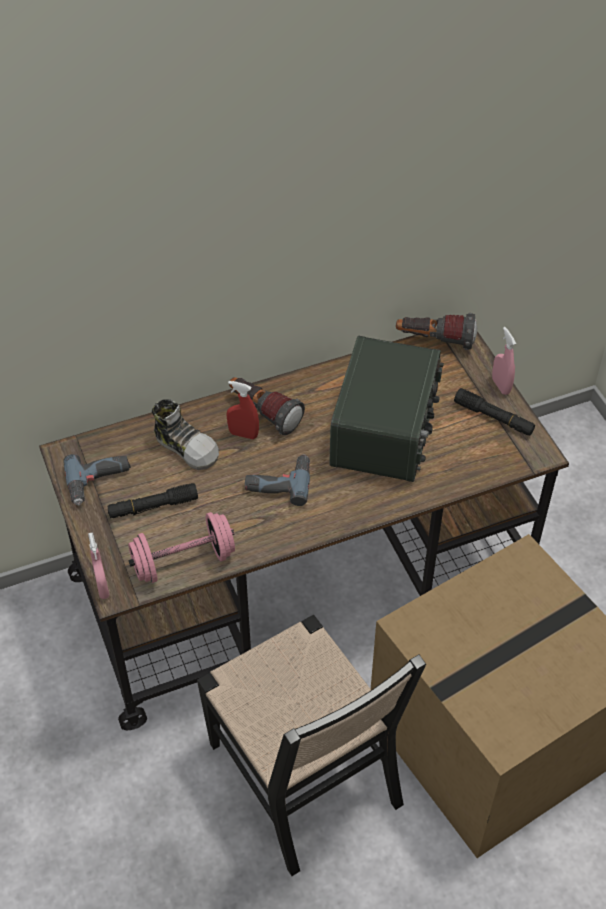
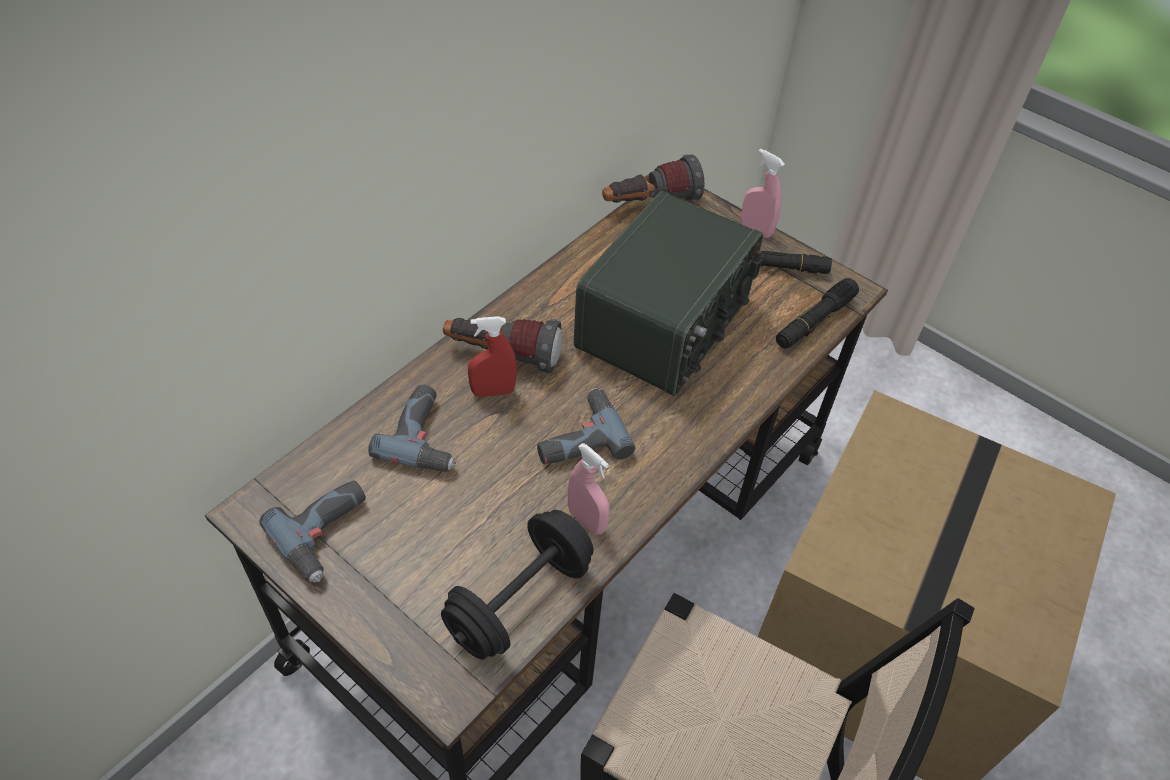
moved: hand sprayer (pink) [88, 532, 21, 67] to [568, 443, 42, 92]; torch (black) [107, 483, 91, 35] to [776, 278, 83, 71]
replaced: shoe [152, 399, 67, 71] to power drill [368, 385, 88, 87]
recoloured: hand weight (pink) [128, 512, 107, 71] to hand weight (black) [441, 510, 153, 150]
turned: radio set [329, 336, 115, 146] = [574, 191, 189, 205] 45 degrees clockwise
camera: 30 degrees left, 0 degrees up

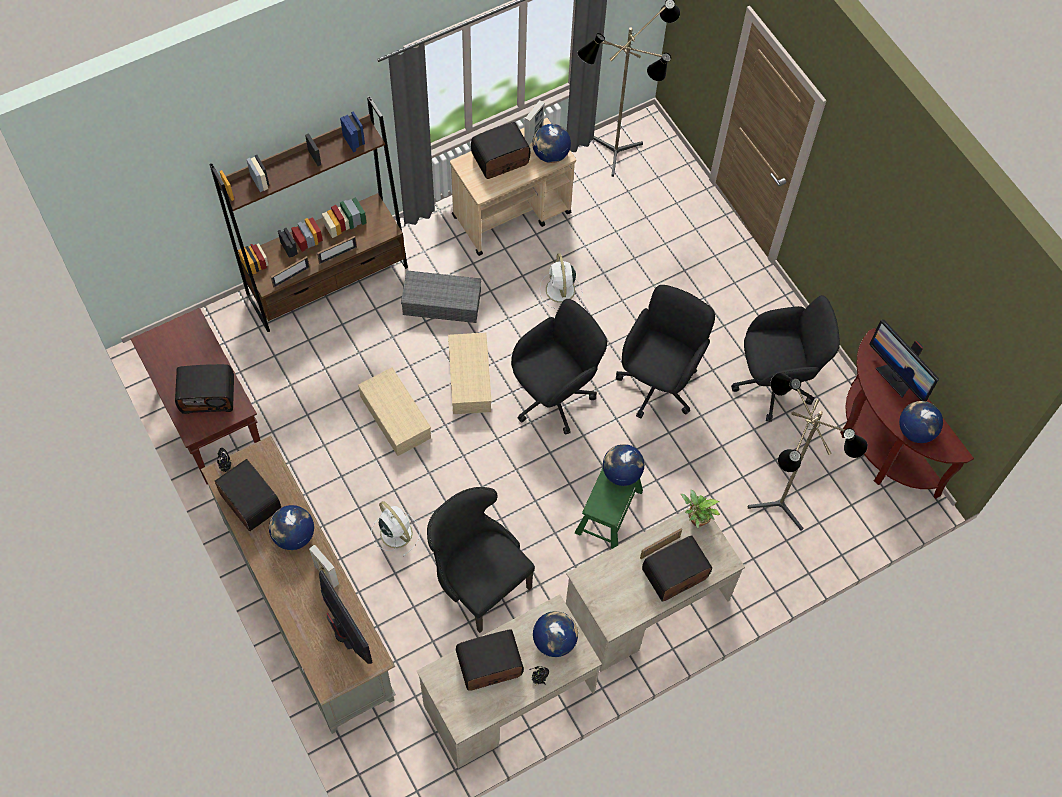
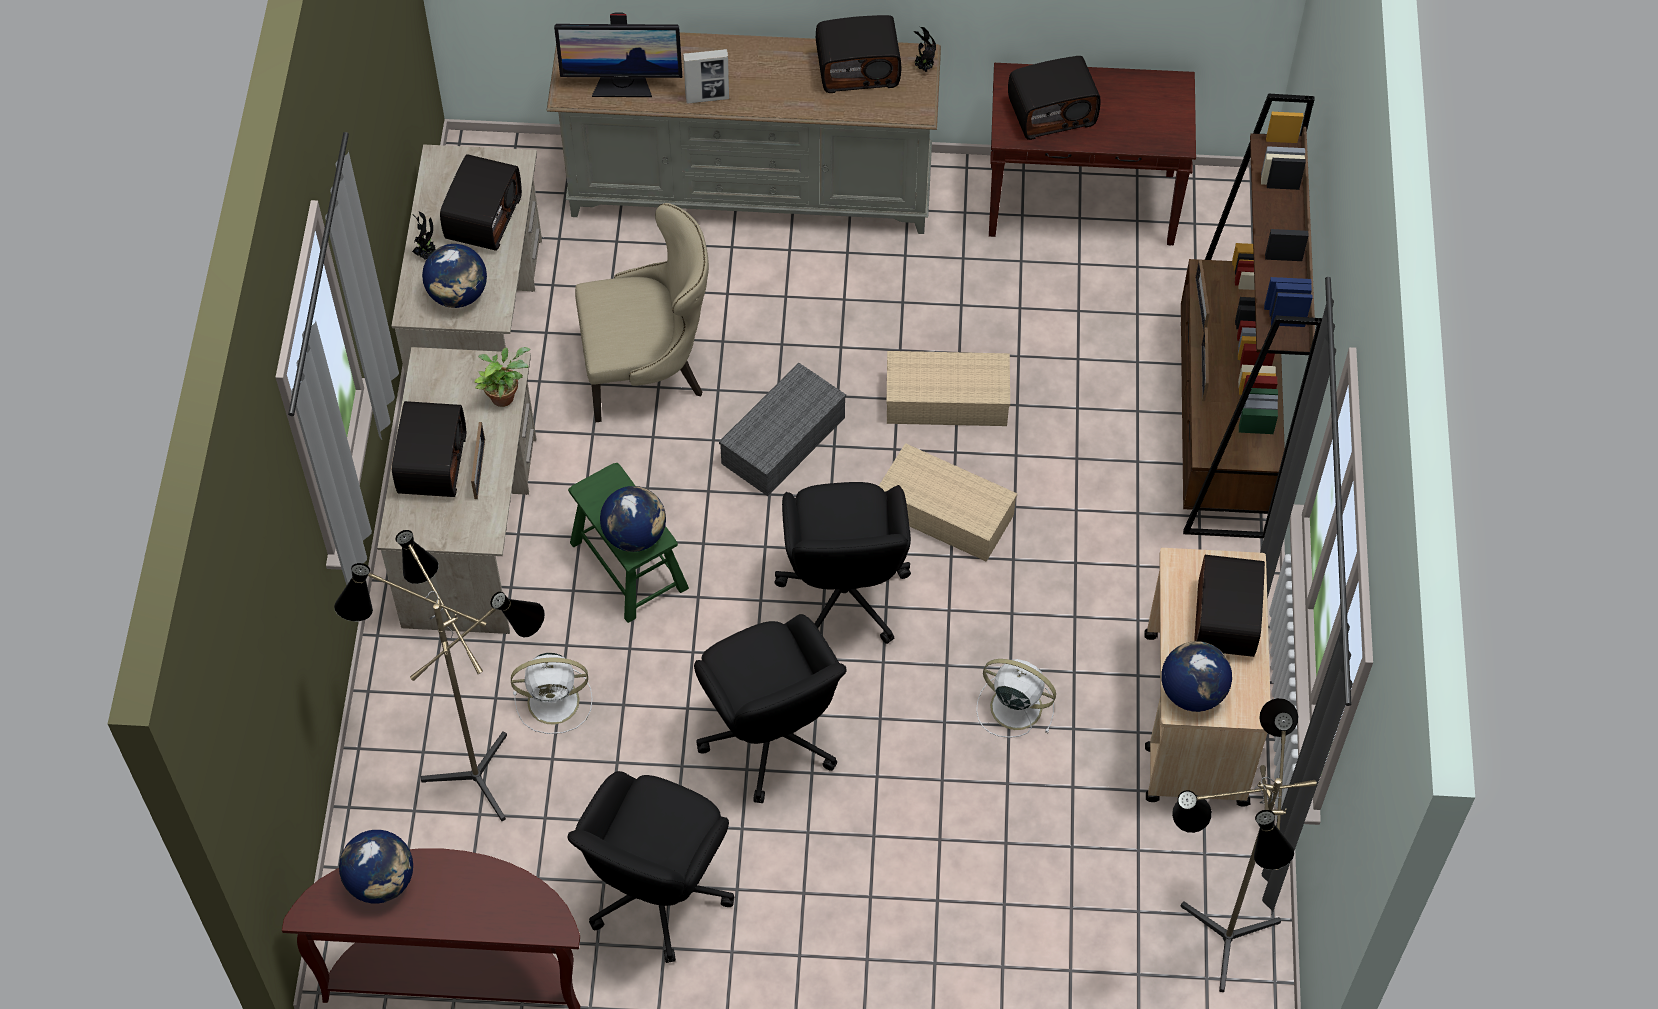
removed: desk globe [269, 505, 45, 45]; photo frame [524, 100, 20, 45]; computer screen [869, 319, 70, 82]
moved: fan (whitish) [371, 501, 49, 55] to [511, 653, 82, 81]; storage bin (gray) [401, 270, 80, 53] to [719, 362, 127, 134]; plant in a pot [681, 490, 39, 38] to [474, 347, 57, 60]
recoloured: plain chair (black) [427, 487, 108, 146] to plain chair (sand-coloured) [575, 203, 134, 220]
turned: radio set [175, 364, 59, 50] = [1008, 56, 92, 84] 135 degrees counterclockwise
camera: 125 degrees right, 5 degrees down

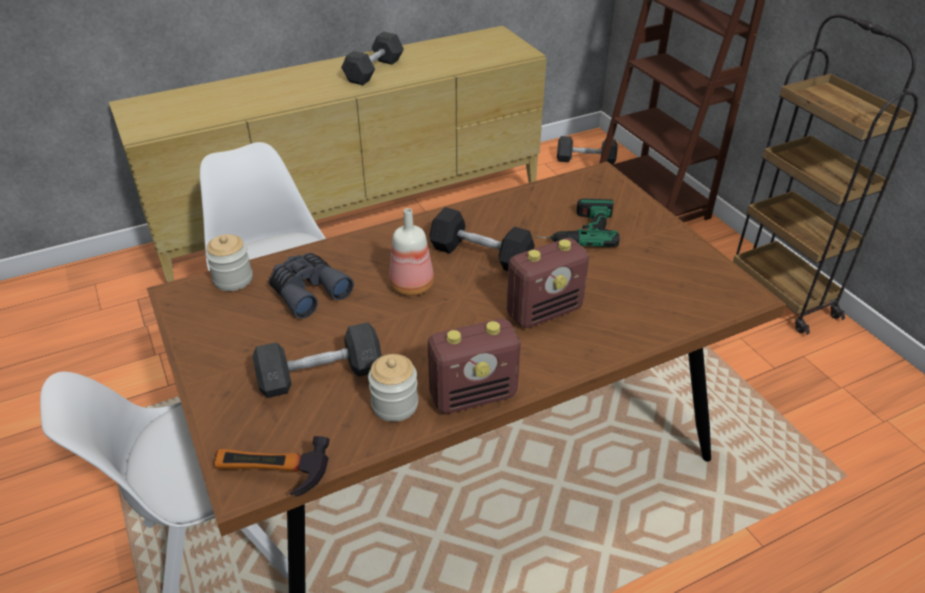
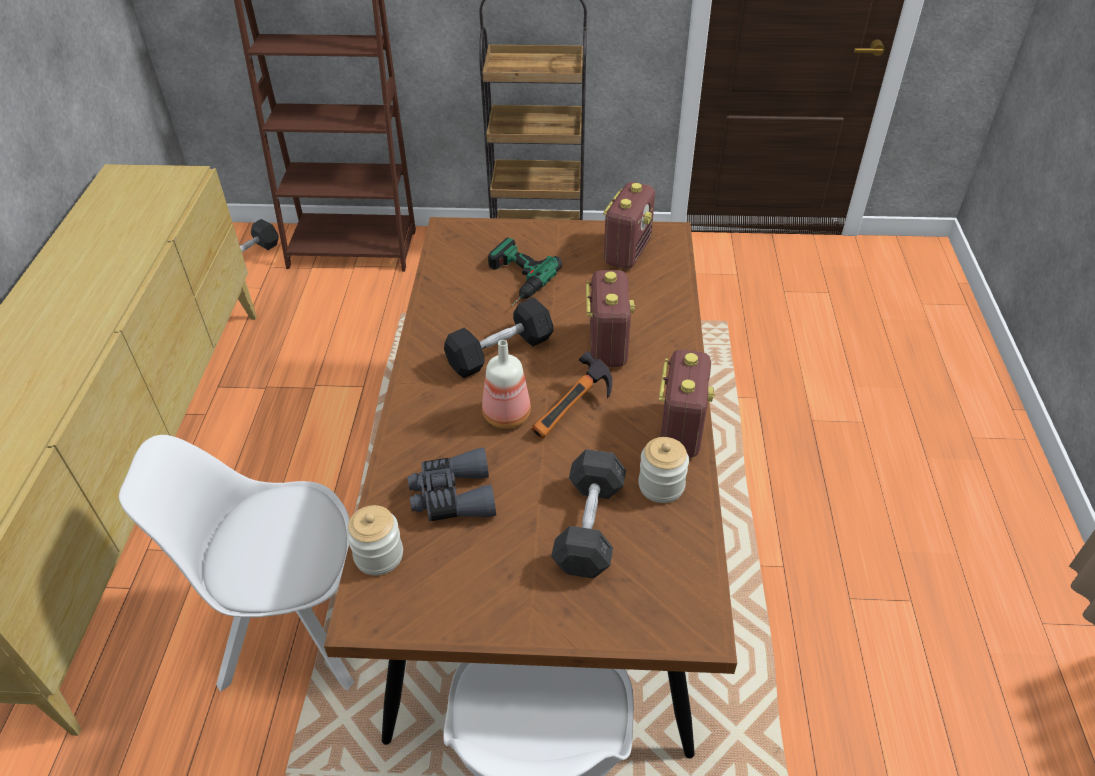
removed: hand weight (gray) [341, 32, 63, 53]
added: radio set [603, 182, 52, 87]
moved: hammer [214, 436, 116, 61] to [532, 351, 80, 88]
camera: 60 degrees left, 5 degrees up

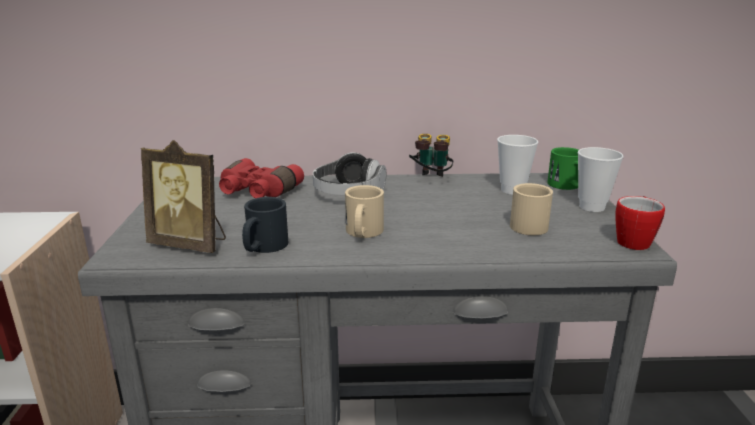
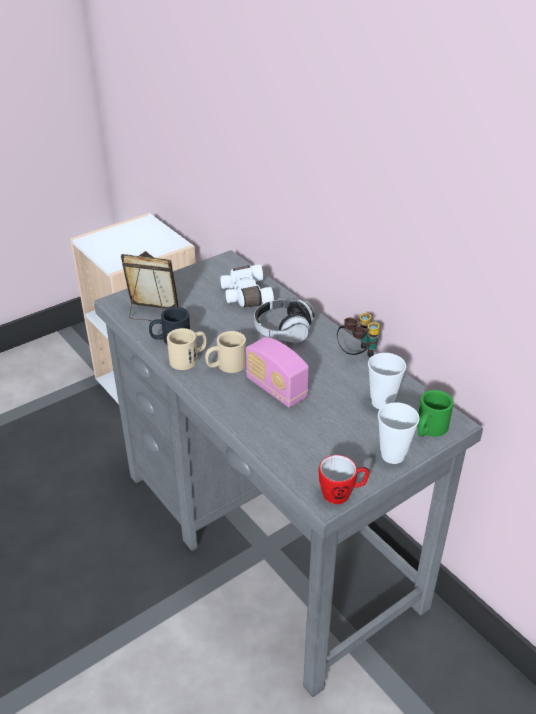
added: radio set [246, 337, 63, 71]
moved: mug (sand-coloured) [510, 183, 43, 52] to [167, 328, 40, 42]
recoloured: field glasses (red-coloured) [219, 158, 85, 40] to field glasses (whitish) [220, 265, 54, 42]
turned: photo frame [141, 140, 85, 113] = [121, 251, 57, 70] 120 degrees clockwise
camera: 55 degrees right, 15 degrees up

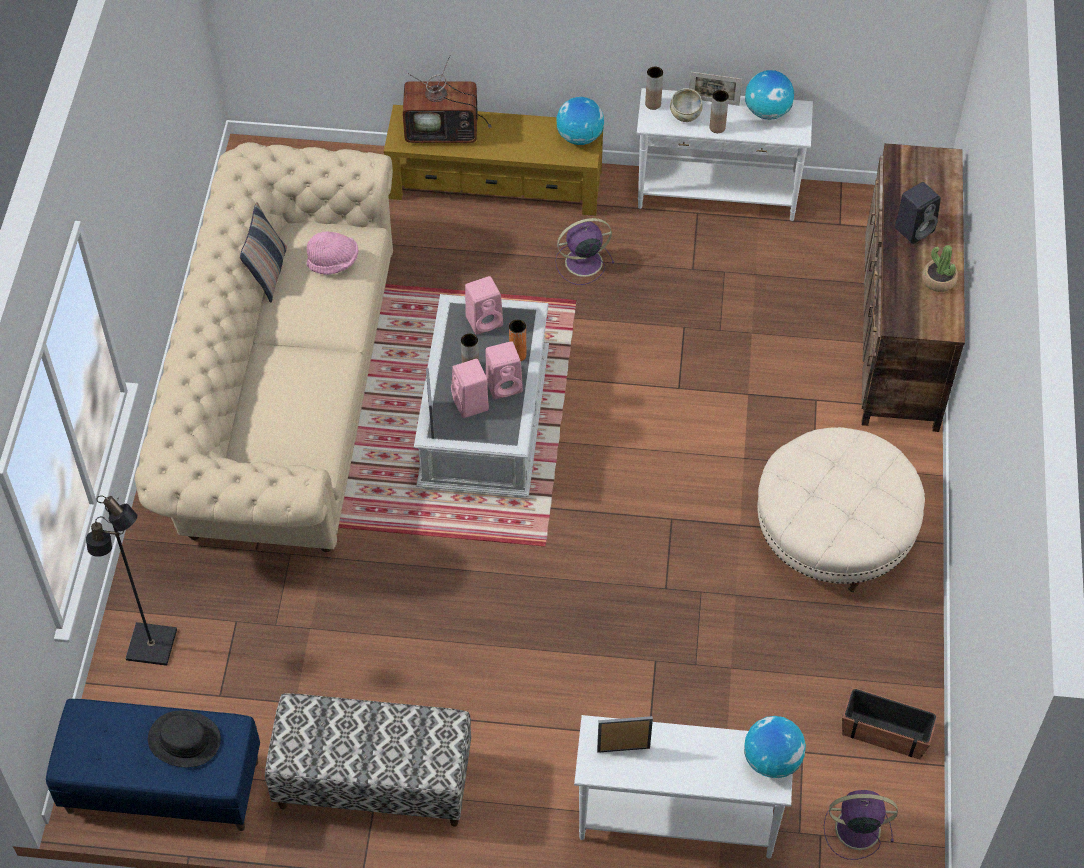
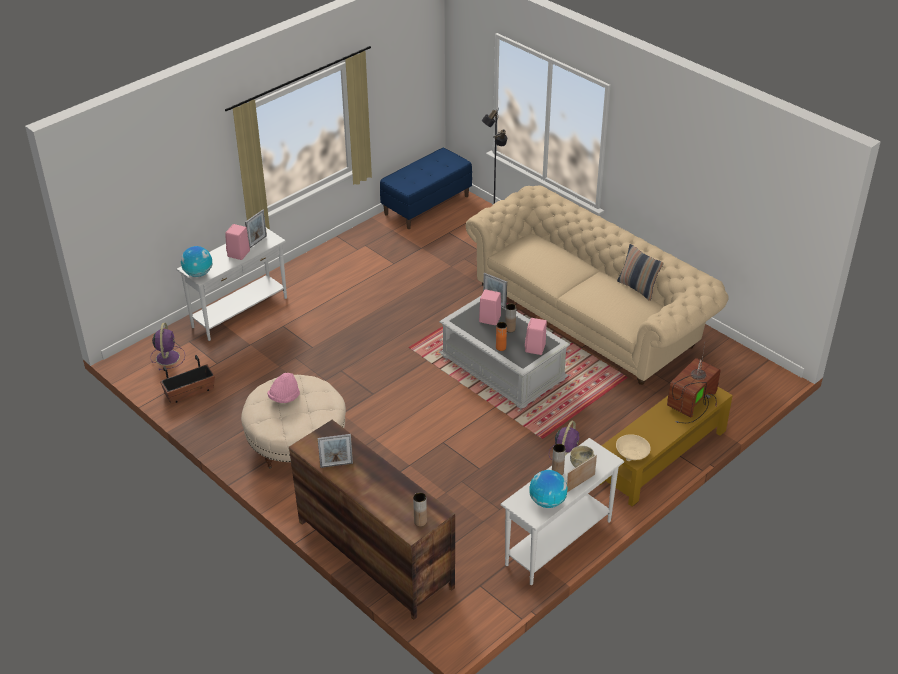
removed: wearable hat (black) [148, 710, 73, 57]; indoor bench [265, 693, 206, 133]; loudspeaker (black) [895, 182, 46, 62]
moved: wearable hat (pink) [307, 232, 52, 43] to [267, 373, 33, 30]; loudspeaker (pink) [486, 341, 37, 58] to [225, 224, 25, 36]; vase (brown) [645, 67, 18, 43] to [413, 493, 14, 34]
replaced: desk globe [556, 97, 48, 48] to serving bowl (sand-coloured) [616, 434, 35, 27]; plant in a pot [922, 245, 36, 47] to photo frame [318, 434, 35, 34]
turned: fan (purple-coloured) [824, 790, 74, 70] = [150, 323, 35, 47] 45 degrees counterclockwise
camera: 130 degrees right, 15 degrees down

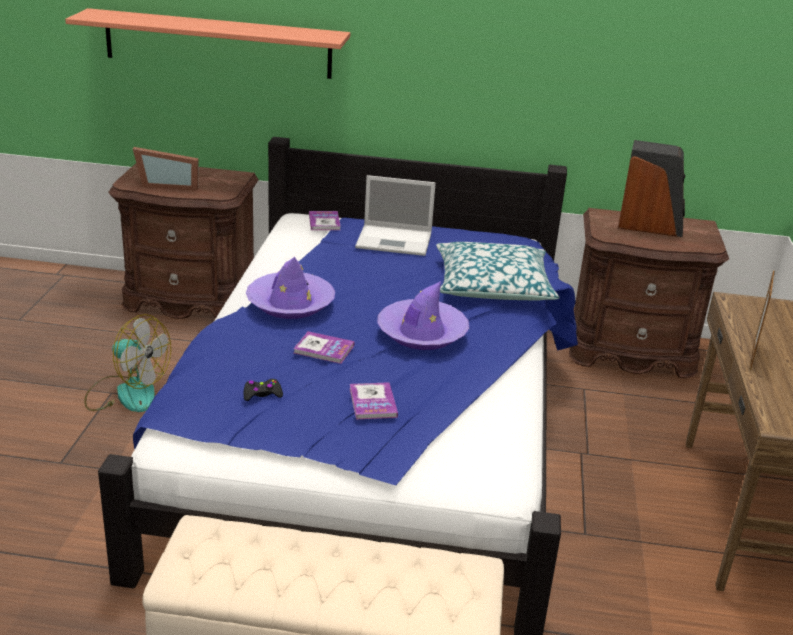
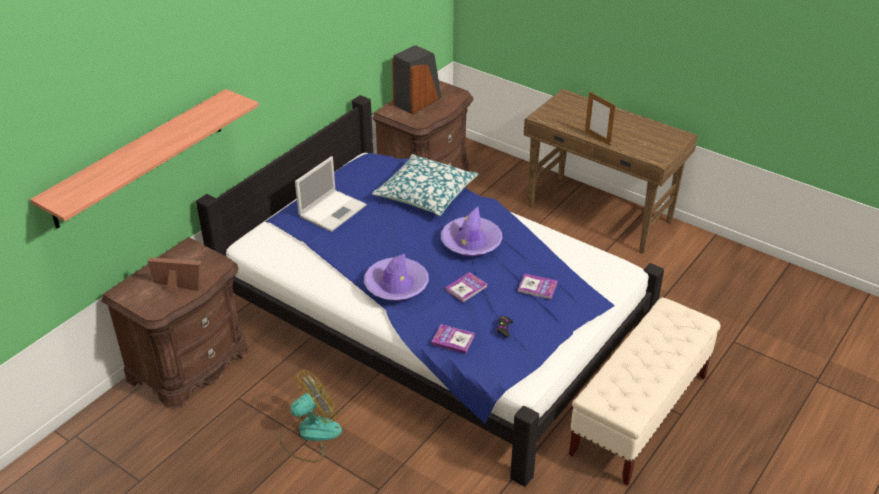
moved: volume [309, 211, 31, 19] to [431, 324, 44, 30]
turned: photo frame [133, 147, 66, 44] = [148, 257, 54, 38] 105 degrees counterclockwise
camera: 60 degrees left, 10 degrees up

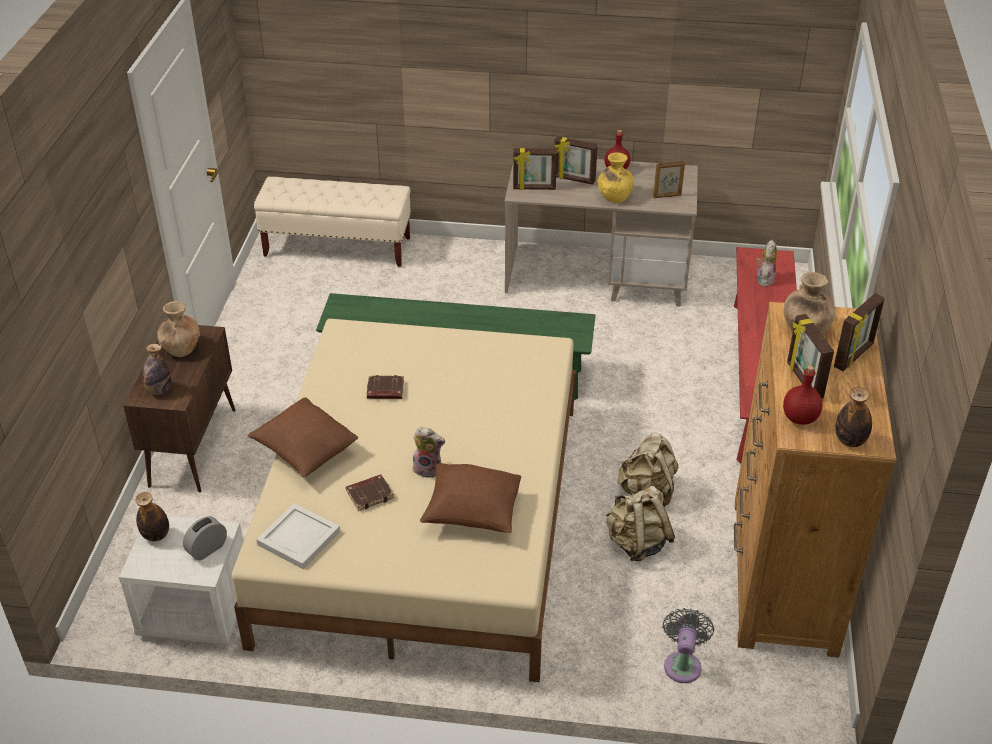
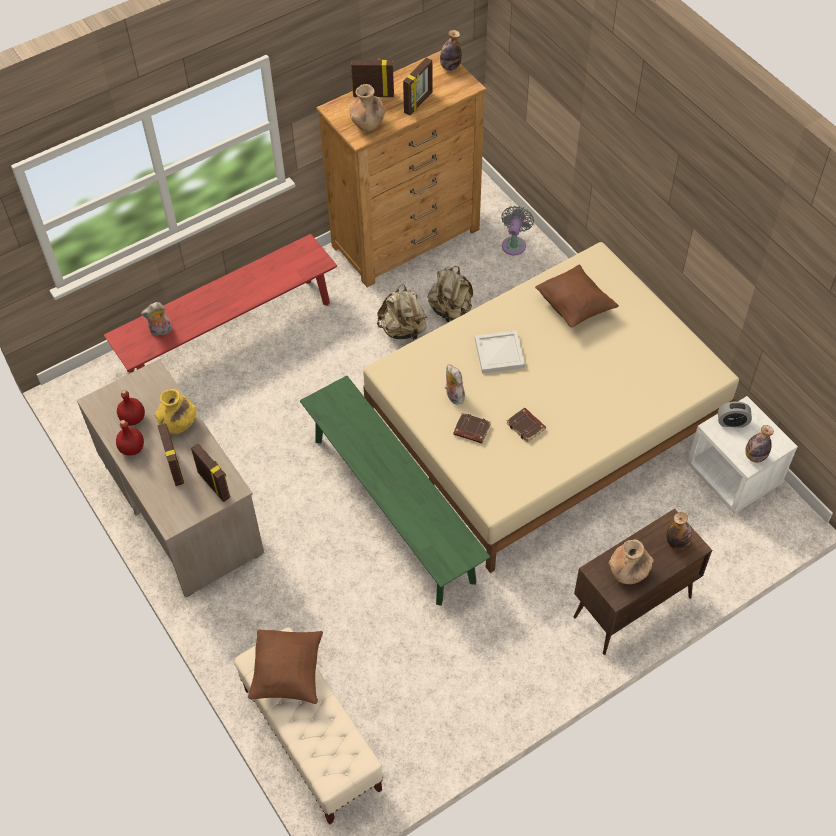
removed: photo frame [653, 161, 32, 37]
moved: cushion (brown) [248, 397, 110, 80] to [248, 630, 75, 74]; serving tray (whitish) [256, 503, 84, 66] to [475, 330, 50, 43]; volume (brown) [346, 474, 48, 37] to [453, 413, 38, 31]; plush toy [413, 427, 32, 51] to [445, 364, 20, 40]; drink bottle (red-coloured) [783, 365, 39, 60] to [117, 390, 28, 36]
turned: fan (gray) [663, 608, 51, 75] = [501, 206, 33, 49] 135 degrees clockwise
camera: 130 degrees left, 15 degrees up

